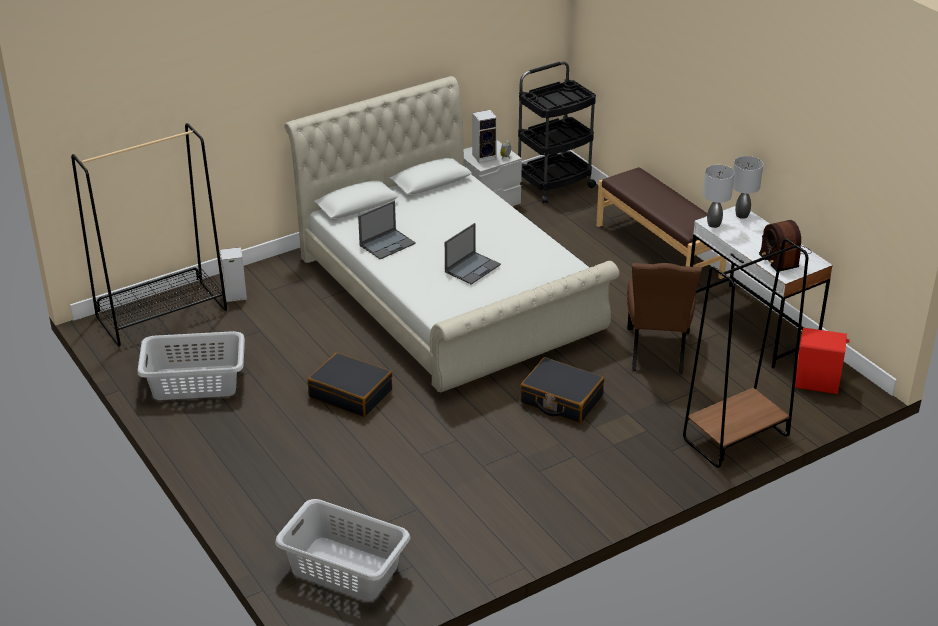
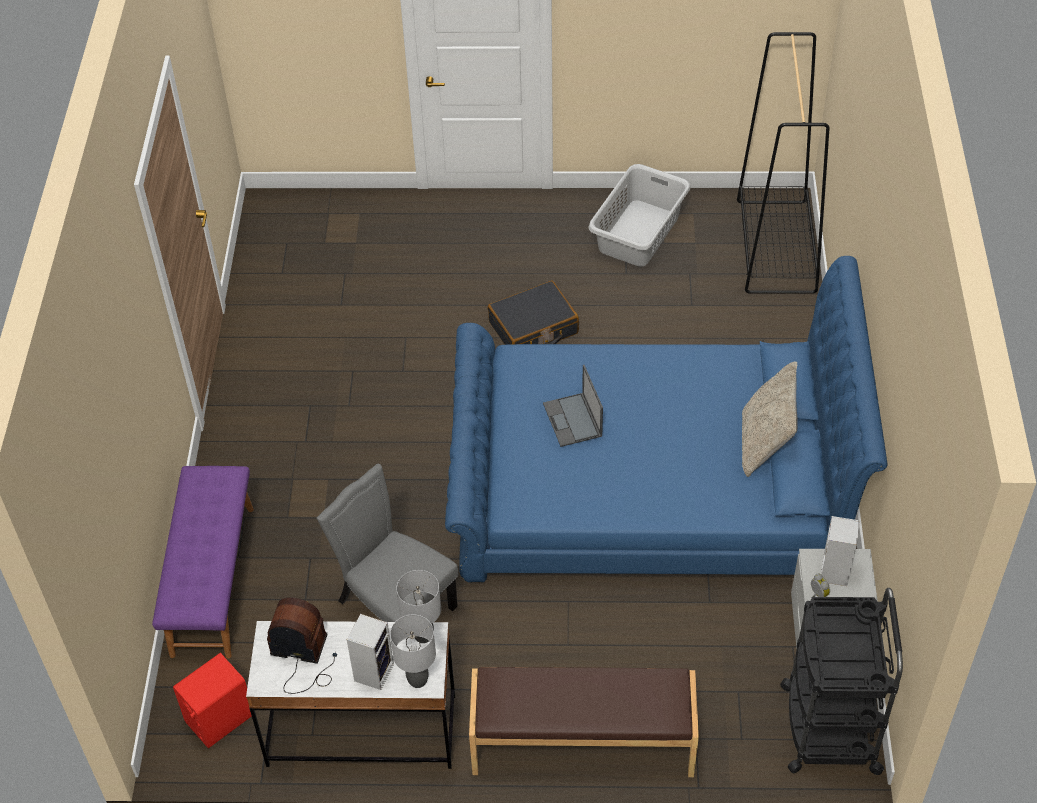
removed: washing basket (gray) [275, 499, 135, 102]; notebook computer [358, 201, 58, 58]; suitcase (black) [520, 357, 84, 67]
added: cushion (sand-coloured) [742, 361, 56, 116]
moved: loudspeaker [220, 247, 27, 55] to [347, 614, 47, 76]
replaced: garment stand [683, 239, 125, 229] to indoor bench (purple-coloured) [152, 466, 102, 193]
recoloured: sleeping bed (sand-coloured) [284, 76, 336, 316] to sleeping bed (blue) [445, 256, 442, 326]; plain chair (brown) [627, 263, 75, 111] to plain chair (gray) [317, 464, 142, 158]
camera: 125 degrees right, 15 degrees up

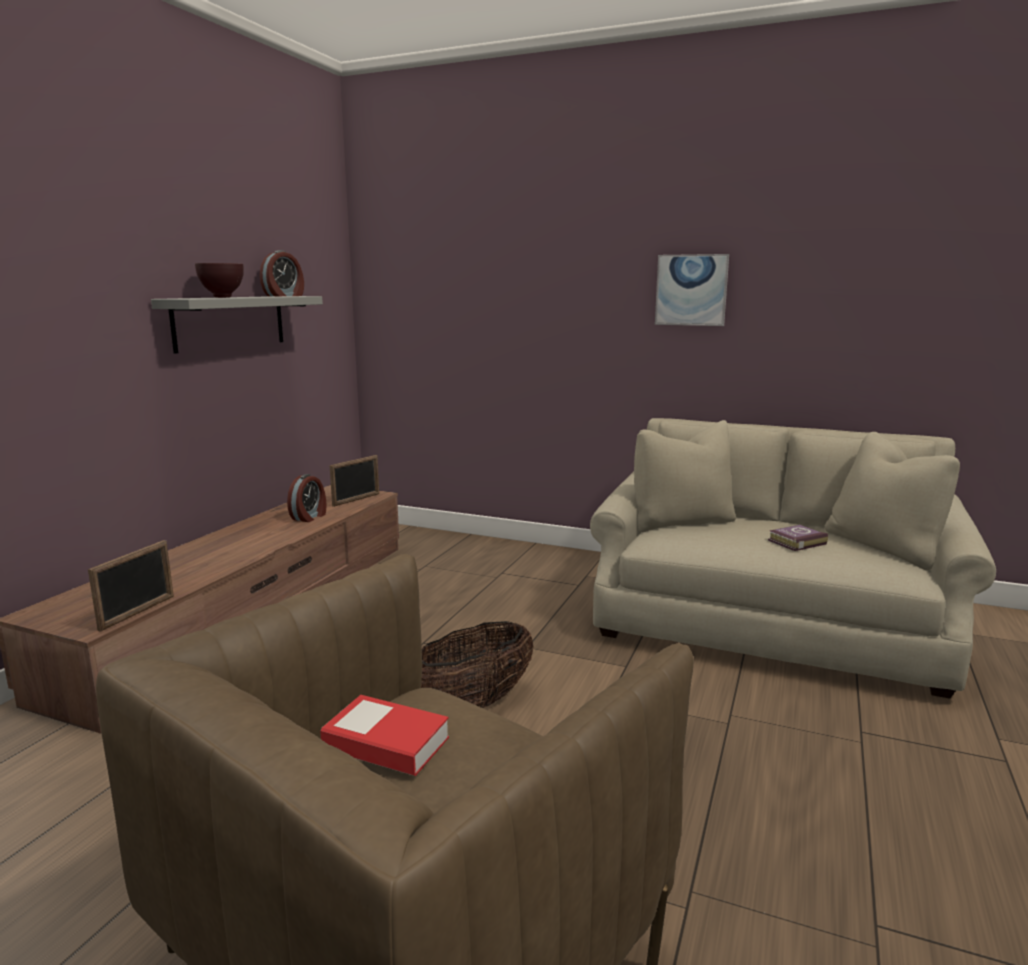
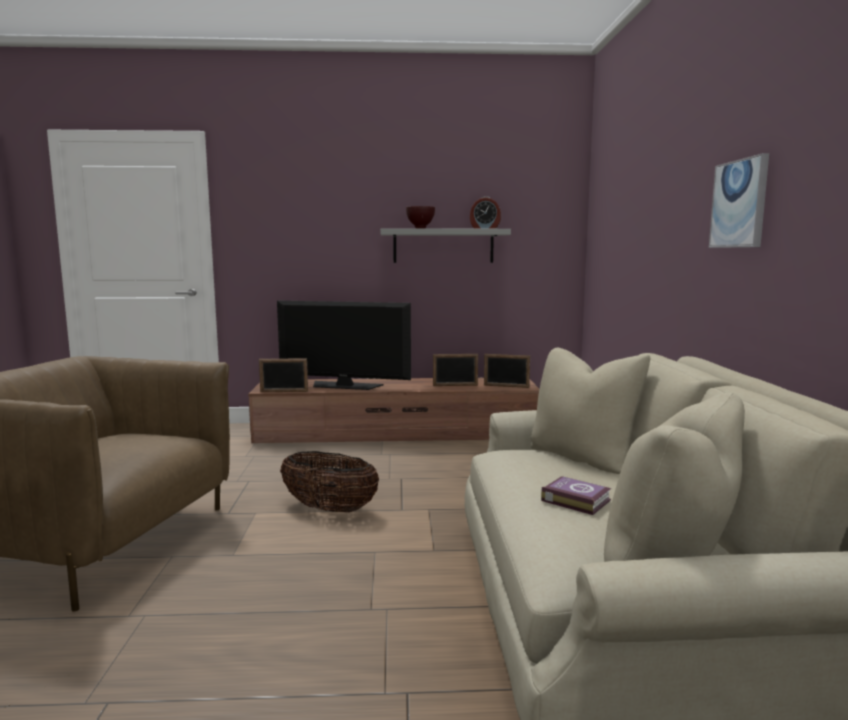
removed: volume [320, 695, 129, 81]
added: television [277, 301, 134, 89]
replaced: table clock [287, 474, 40, 48] to photo frame [433, 354, 45, 32]
camera: 65 degrees right, 5 degrees down

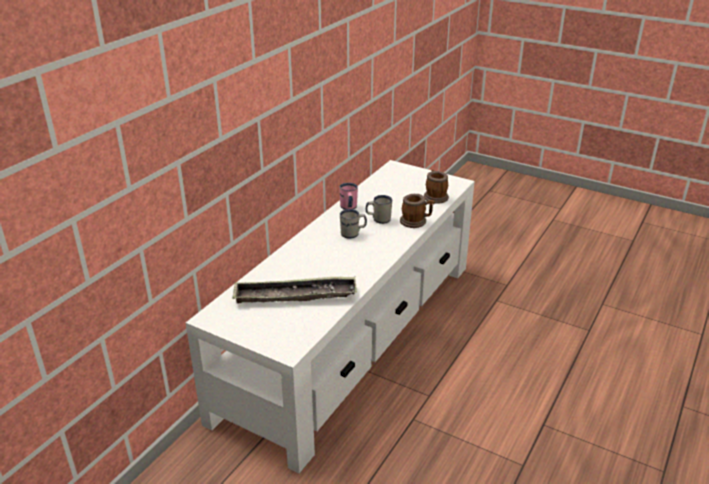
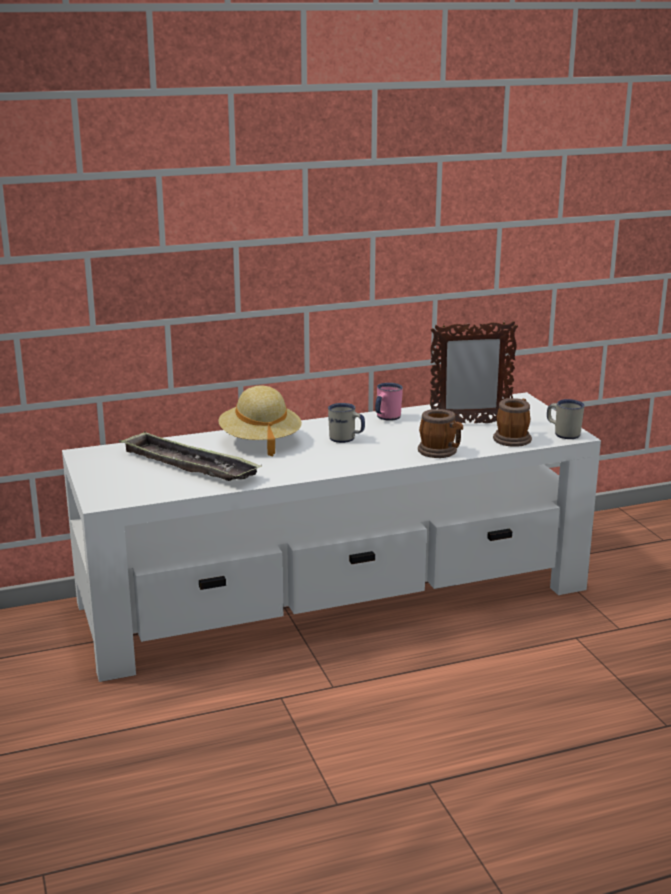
added: wearable hat (sand-coloured) [218, 386, 84, 70]; photo frame [430, 321, 88, 102]
moved: mug (whitish) [366, 195, 26, 29] to [547, 399, 37, 40]
camera: 40 degrees right, 10 degrees down

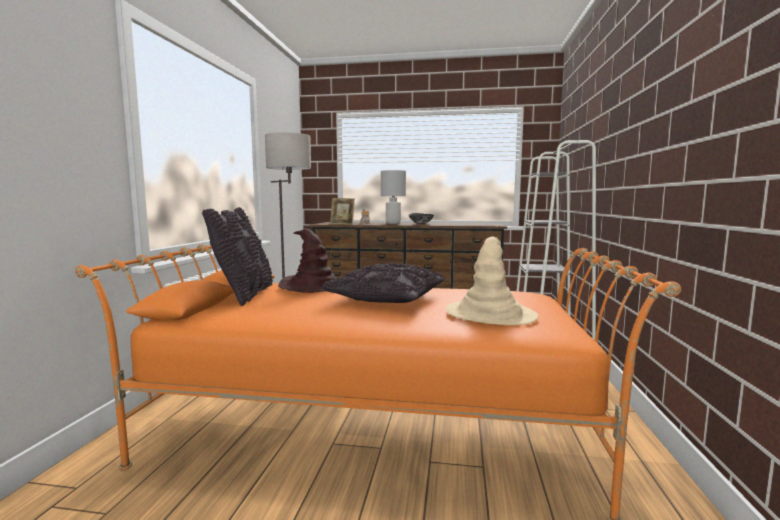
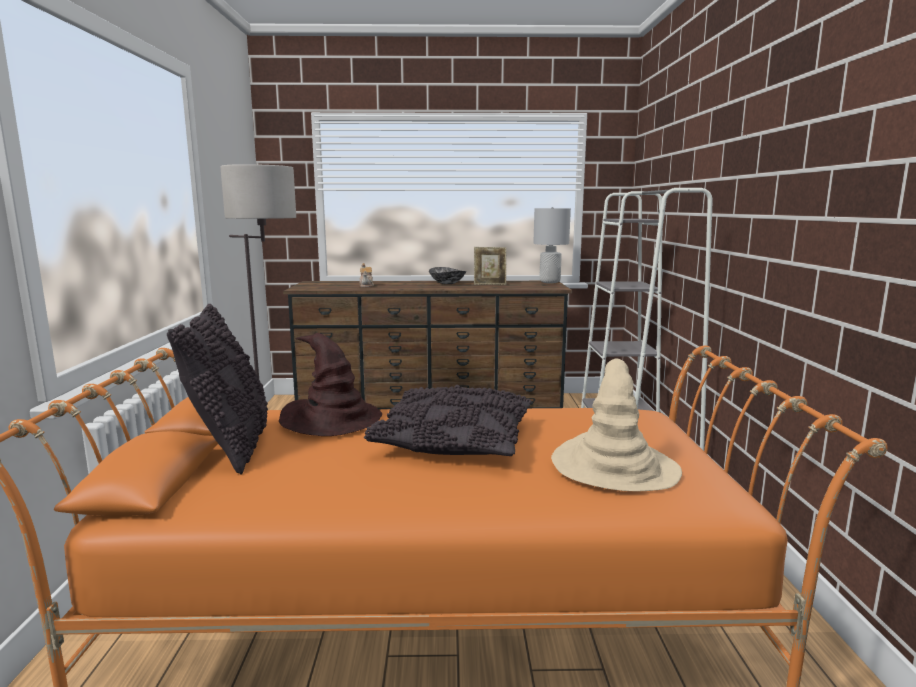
moved: photo frame [330, 198, 25, 27] to [474, 247, 32, 38]; table lamp (gray) [381, 170, 25, 54] to [533, 207, 38, 77]
camera: 10 degrees left, 5 degrees up

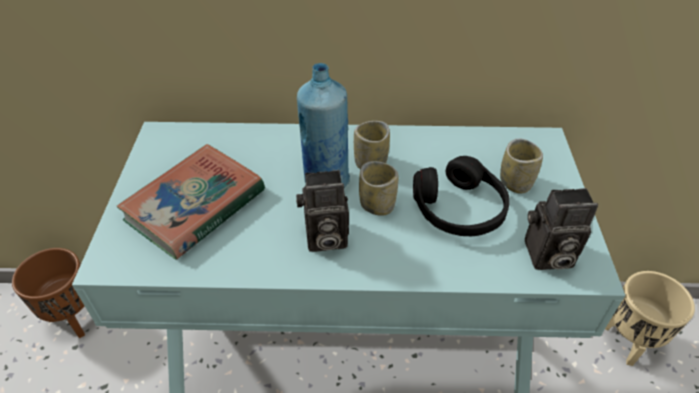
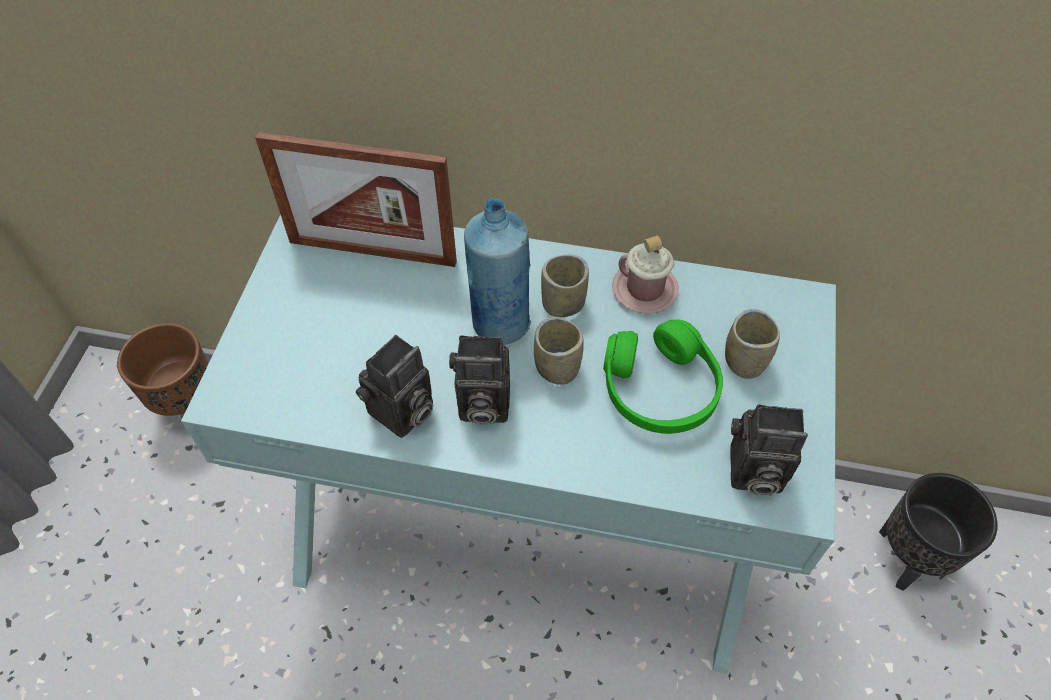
removed: volume [117, 144, 148, 116]
added: photo frame [255, 132, 202, 135]; still camera [355, 335, 78, 103]; mug (pink) [612, 236, 67, 78]
recoloured: headphones (black) [413, 156, 97, 80] to headphones (greenish) [603, 319, 120, 115]; planter (sand-coloured) [605, 271, 90, 95] to planter (black) [879, 473, 119, 118]
camera: 10 degrees right, 10 degrees up

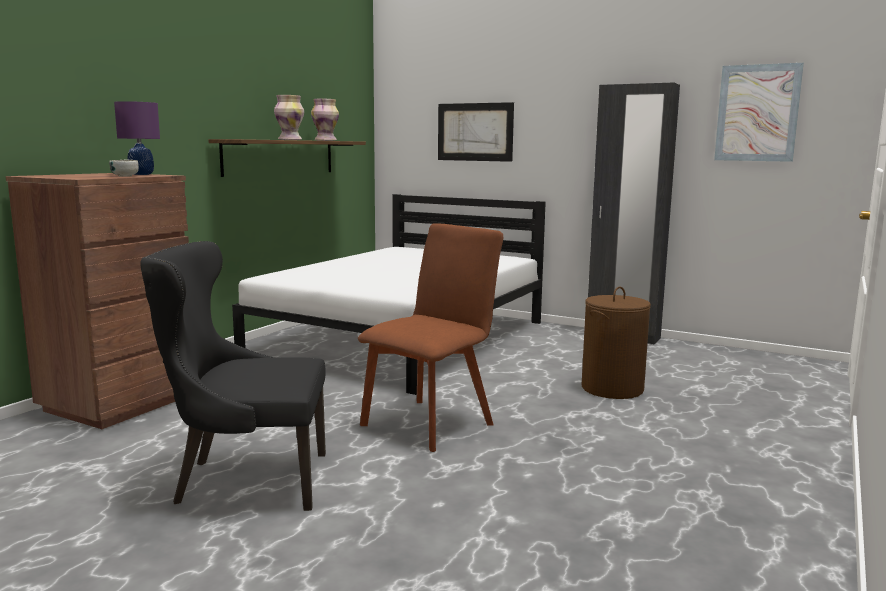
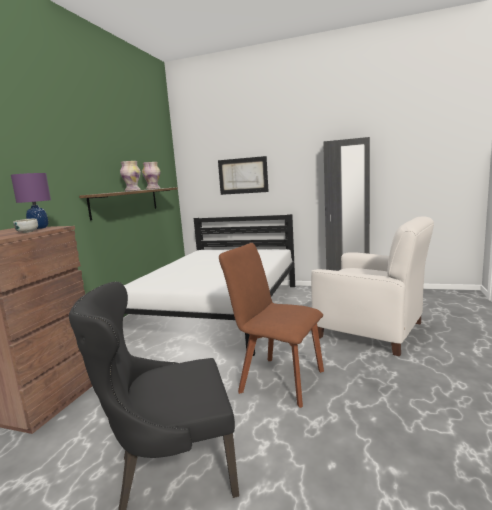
removed: wall art [714, 63, 90, 99]
replaced: washing basket (brown) [582, 286, 69, 113] to easy chair (whitish) [311, 217, 123, 139]
turned: plain chair (brown) [358, 223, 145, 229] = [219, 243, 105, 165] 90 degrees counterclockwise
camera: 10 degrees left, 0 degrees up

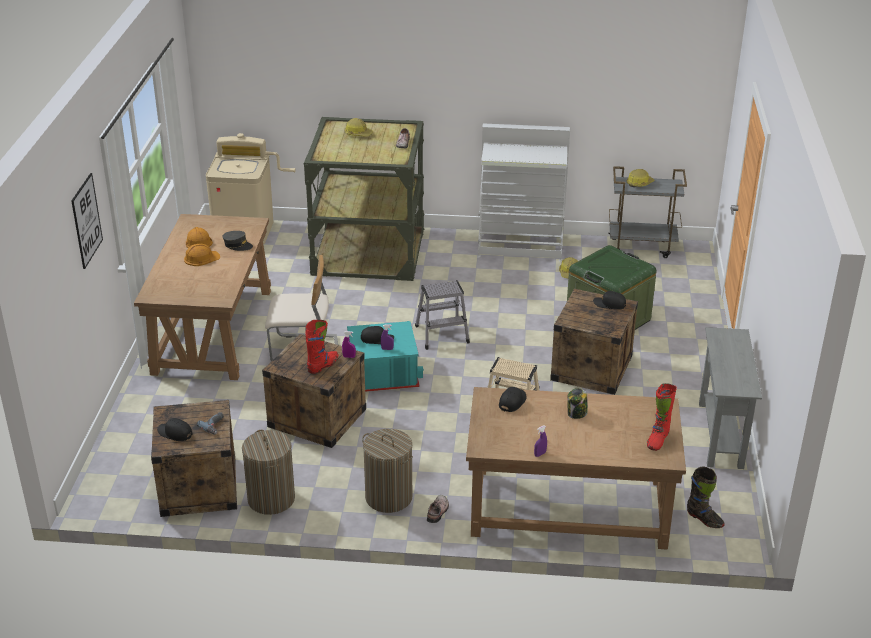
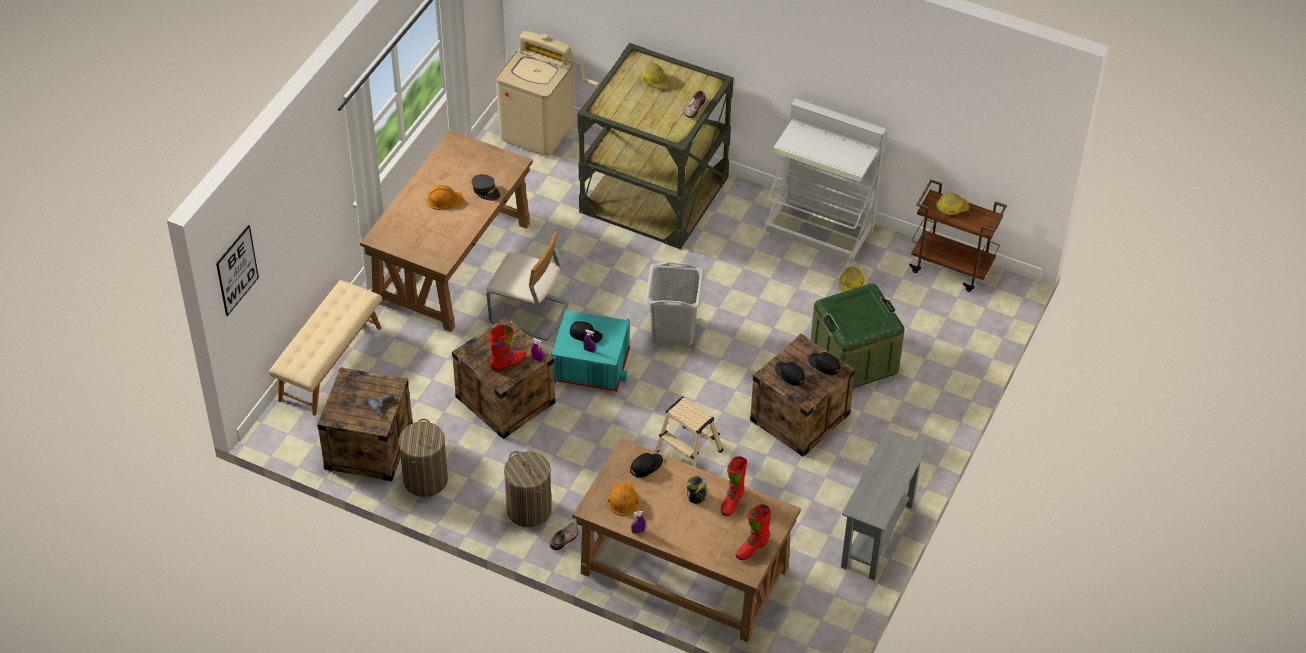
removed: boot (black) [687, 466, 38, 62]
added: indoor bench (sand-coloured) [269, 280, 113, 136]; boot (red-coloured) [721, 456, 26, 60]
moved: wall art [71, 173, 32, 96] to [216, 225, 43, 91]; peaked cap (black) [157, 418, 36, 23] to [775, 362, 30, 24]; hard hat (orange) [186, 227, 27, 21] to [607, 482, 32, 34]
replaced: step stool (gray) [415, 280, 55, 70] to washing basket (gray) [645, 262, 60, 84]
recoloured: wheeled cart (gray) [609, 166, 78, 92] to wheeled cart (brown) [909, 180, 98, 112]
camera: 20 degrees right, 15 degrees up

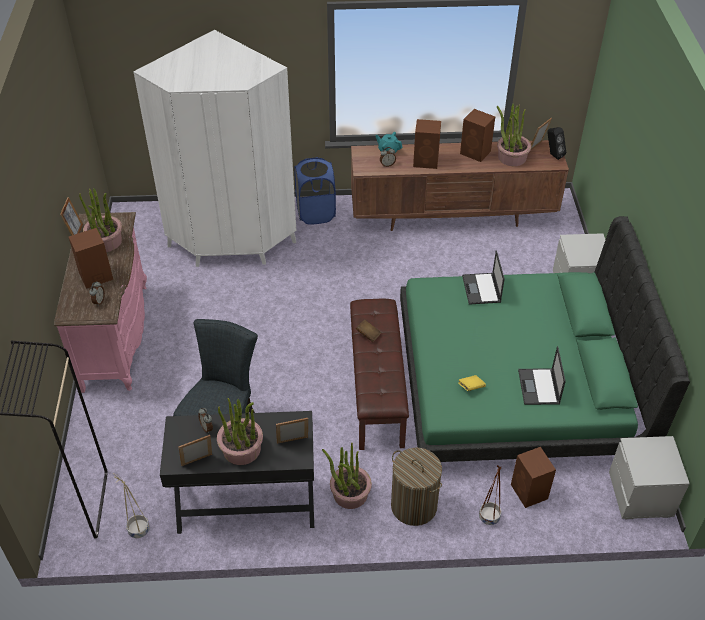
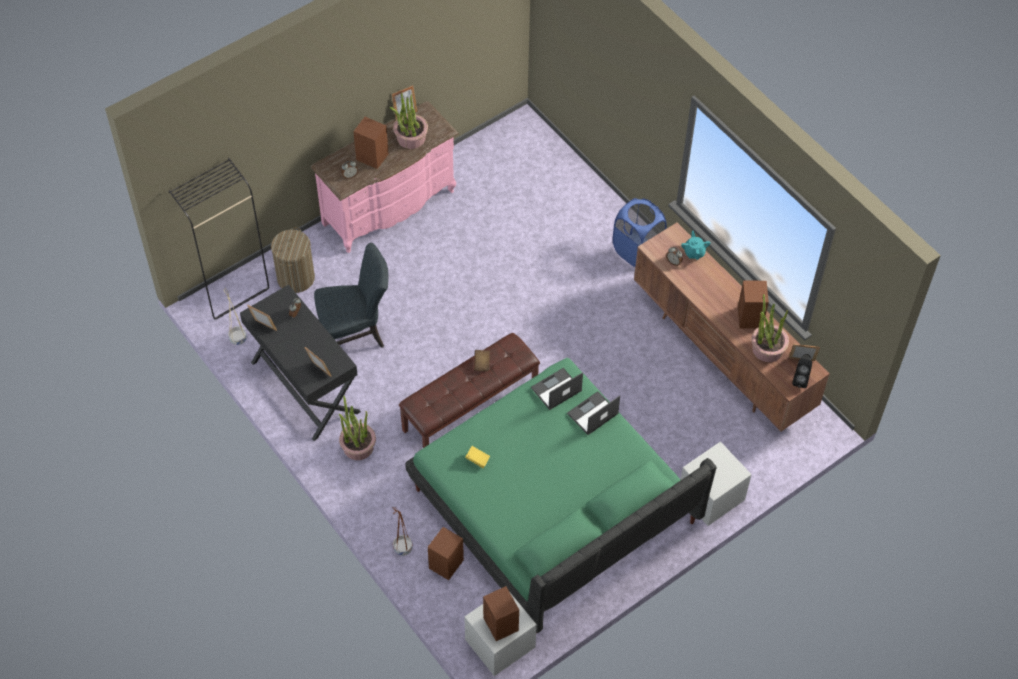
removed: clothes cupboard (whitish) [133, 30, 164, 237]; plant in a pot [217, 398, 46, 67]
moved: washing basket [391, 448, 51, 78] to [271, 227, 44, 66]; loudspeaker (brown) [413, 119, 28, 50] to [483, 586, 36, 55]; notebook computer [518, 346, 48, 59] to [531, 368, 52, 42]
camera: 55 degrees right, 10 degrees up

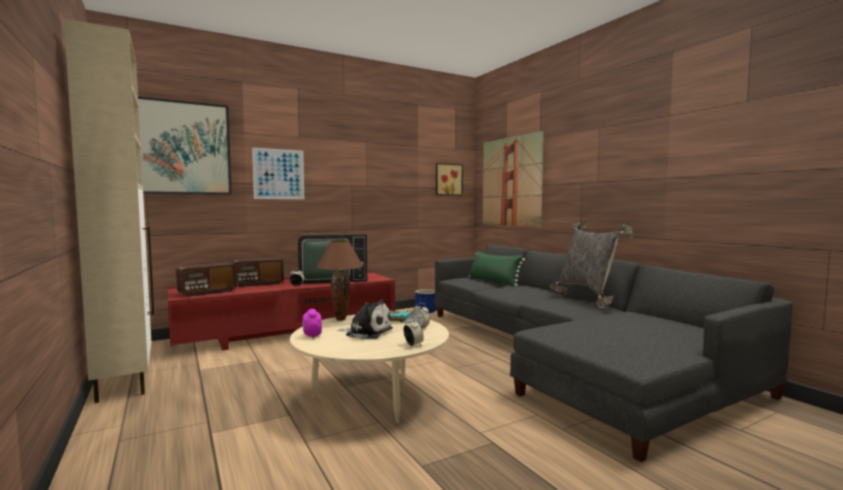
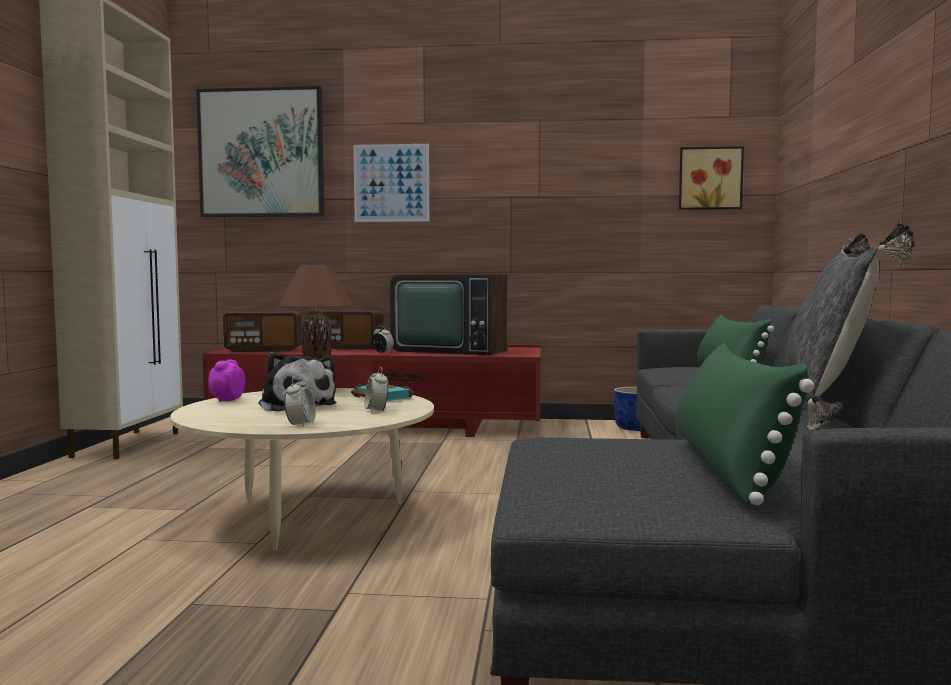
removed: wall art [483, 131, 61, 96]
added: cushion (greenish) [675, 343, 139, 162]
camera: 35 degrees right, 0 degrees up

